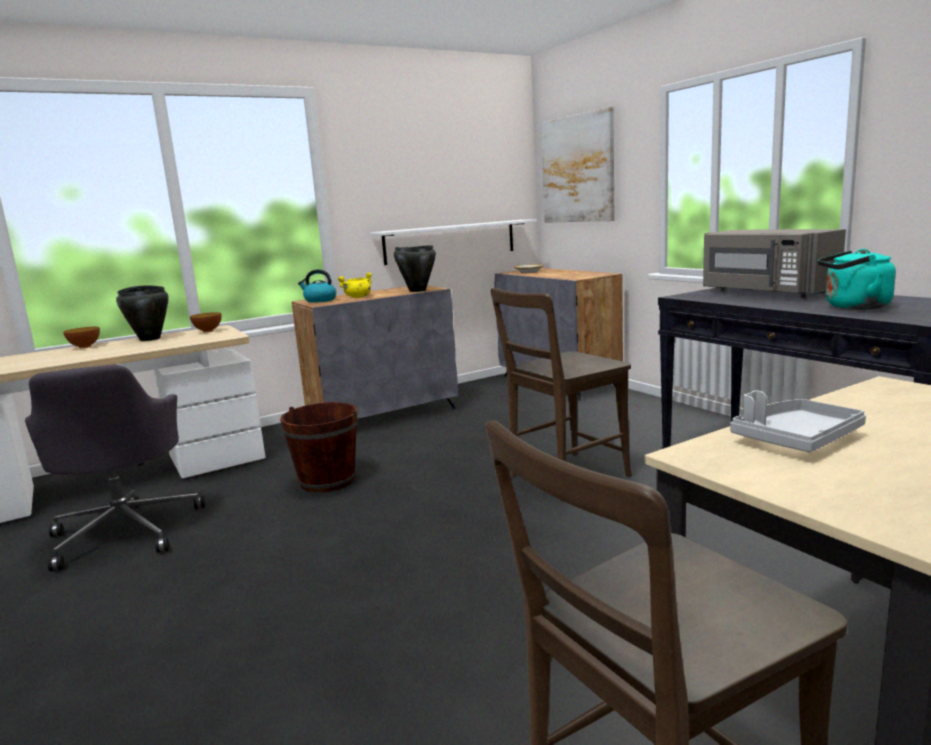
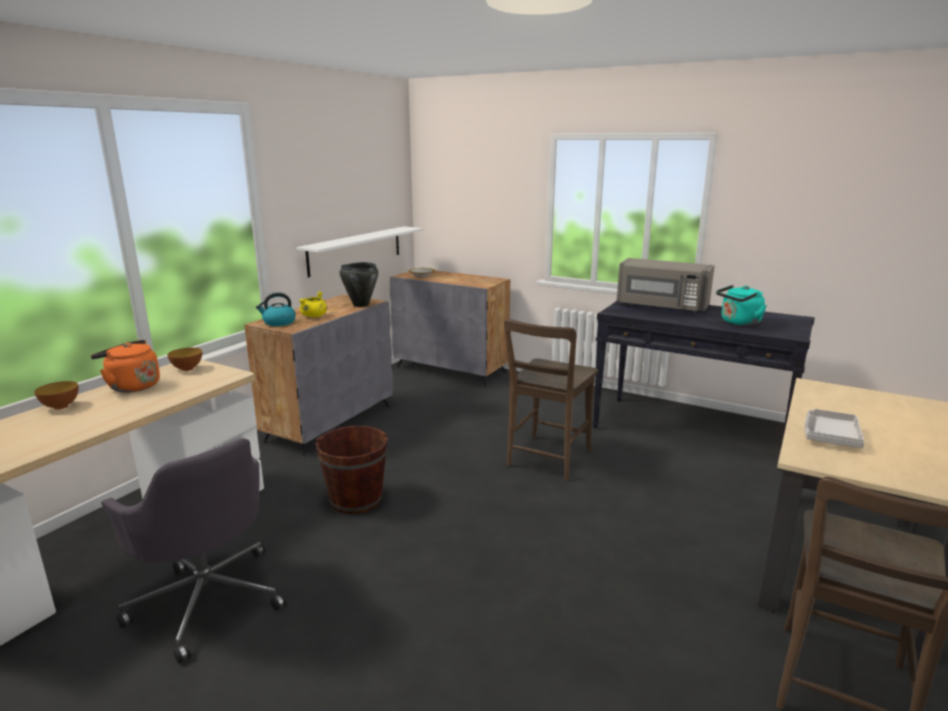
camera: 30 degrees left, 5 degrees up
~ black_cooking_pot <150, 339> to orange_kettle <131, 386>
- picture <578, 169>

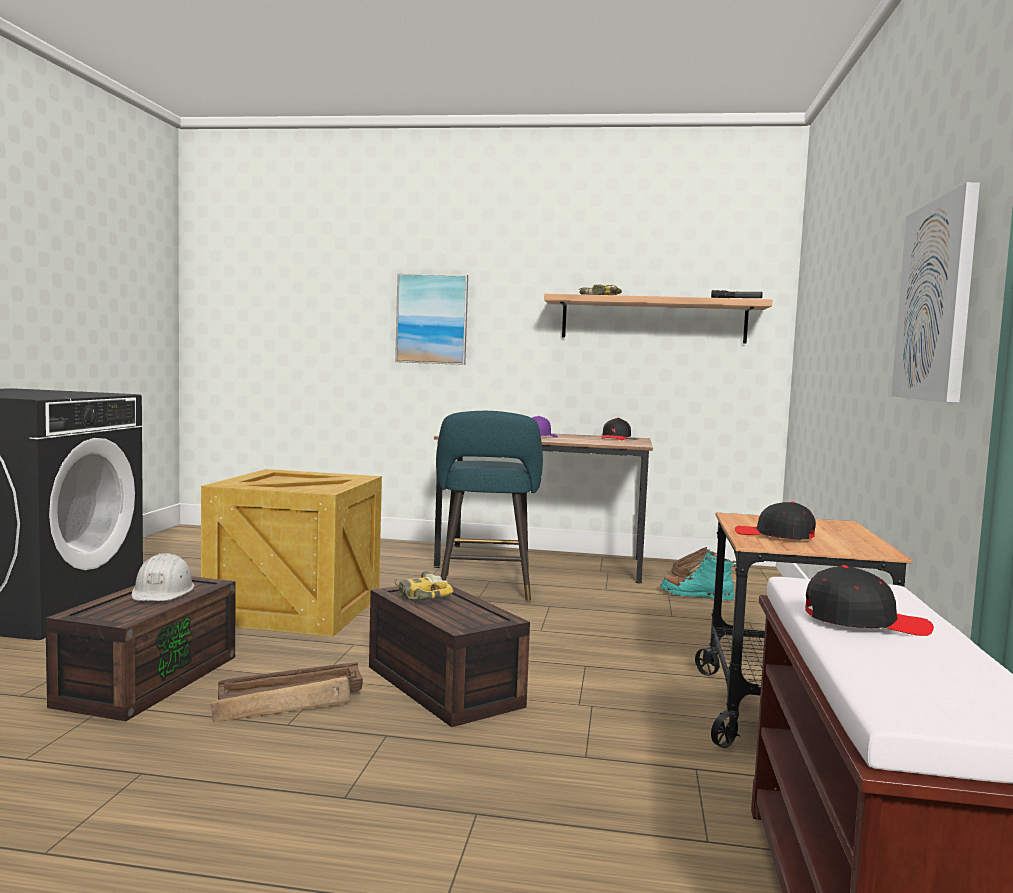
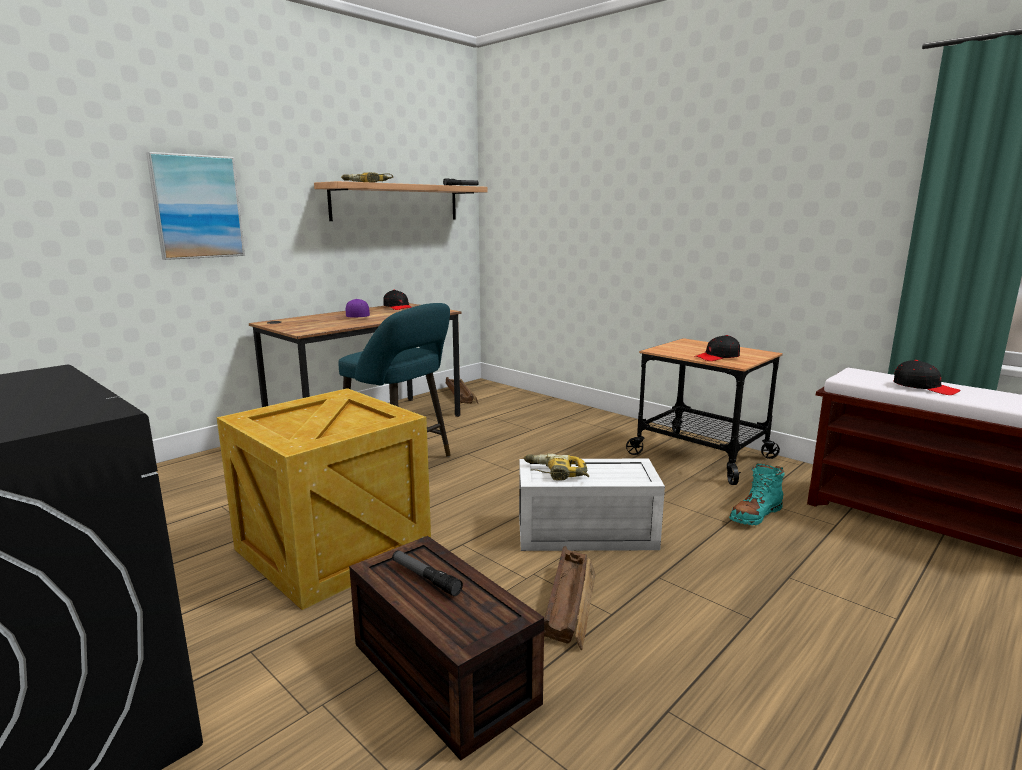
camera: 55 degrees left, 10 degrees up
~ white_hard_hat <163, 591> to flashlight <425, 578>
~ brown_storage_box <439, 685> to white_storage_box <584, 534>
~ turquoise_boot <696, 596> to <755, 515>
~ black_cap <864, 622> = <924, 387> 90 degrees clockwise
- picture <936, 301>

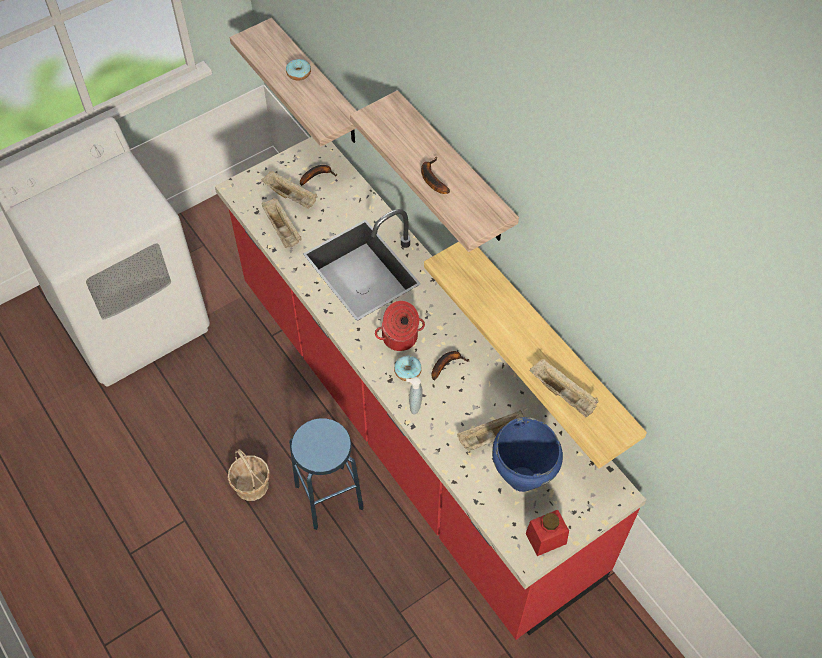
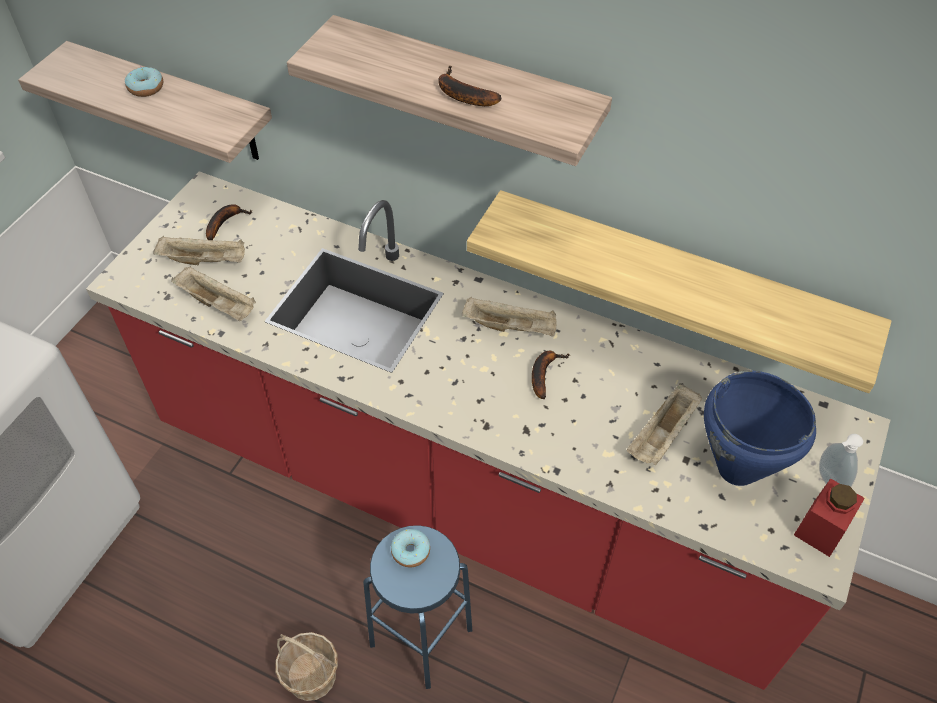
camera: 30 degrees left, 5 degrees down
- cooking_pot <400, 338>
~ donut <407, 371> to <410, 551>
~ soap_dispenser <414, 405> to <828, 481>
~ beige_tray <563, 394> to <511, 327>

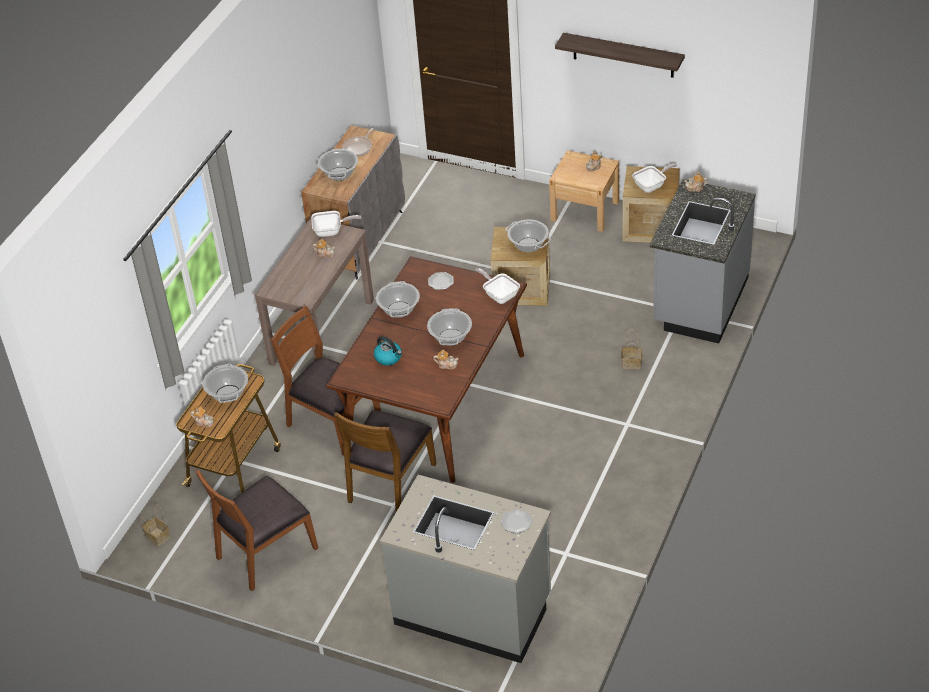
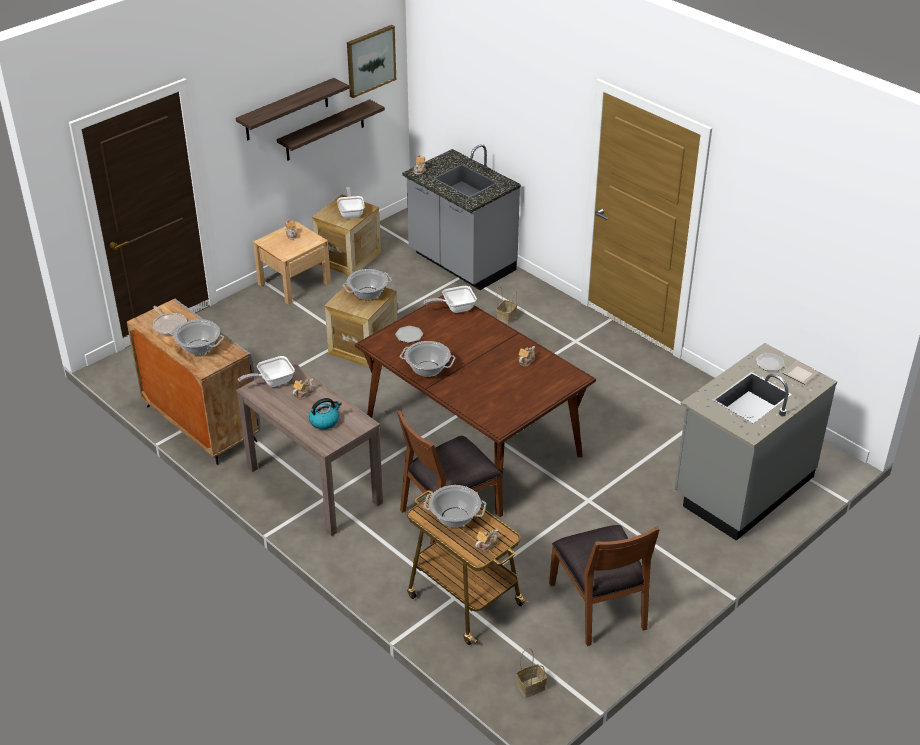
camera: 70 degrees left, 5 degrees down
~ frying_pan <331, 231> = <272, 381> 135 degrees counterclockwise
- brown_chair <390, 482>
~ kettle <389, 358> to <324, 421>
- cooking_pot <450, 337>
+ shelf <325, 131>
+ picture <370, 60>
+ plate <801, 374>

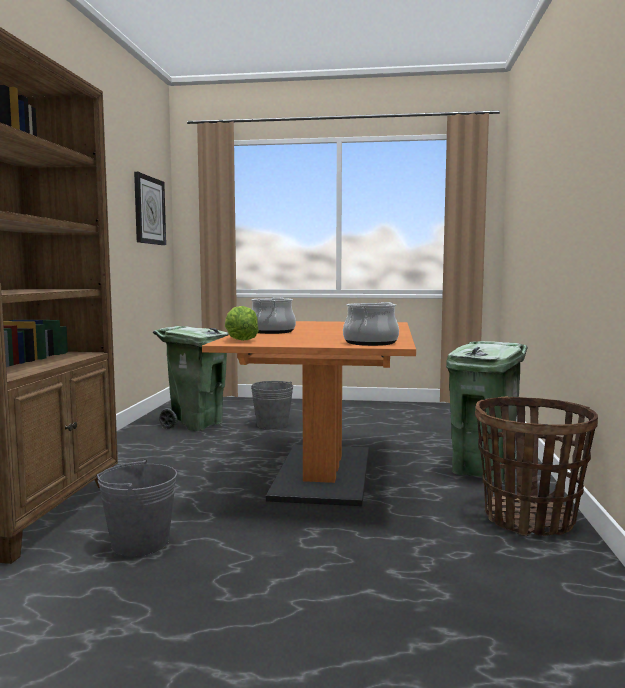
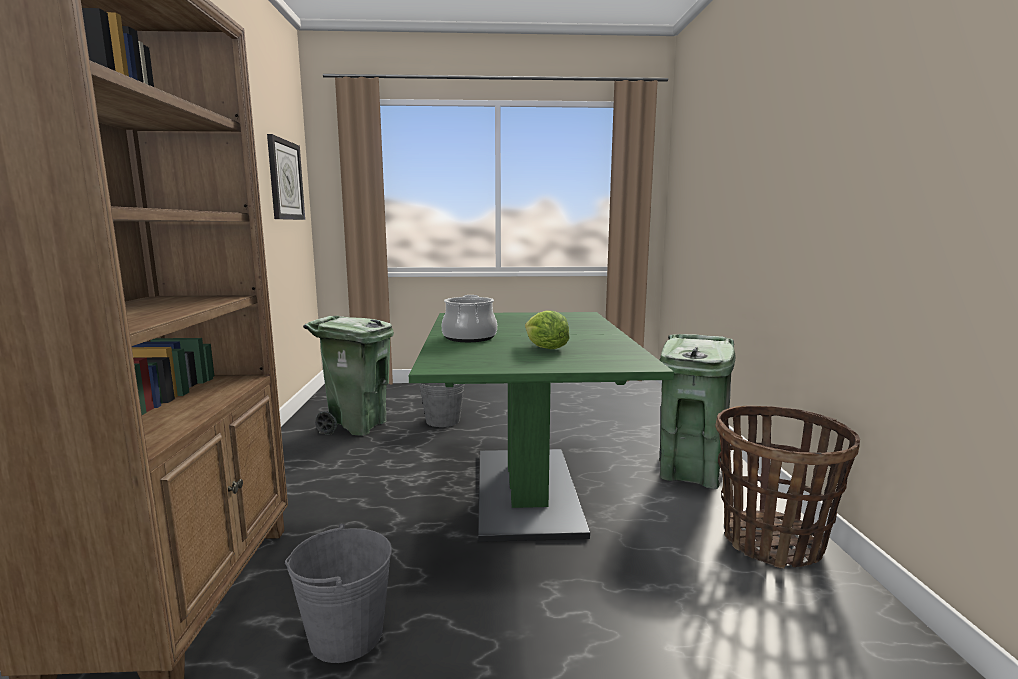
camera: 10 degrees left, 5 degrees up
~ orange_dining_table <323, 473> to green_dining_table <526, 491>
~ lettuce <240, 340> to <545, 348>
- cooking_pot <370, 343>

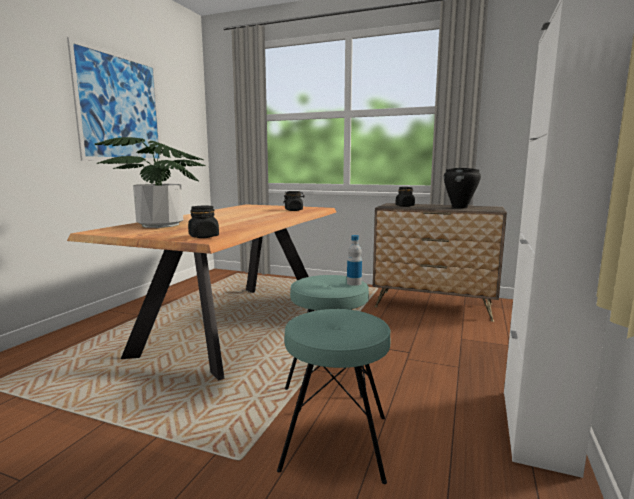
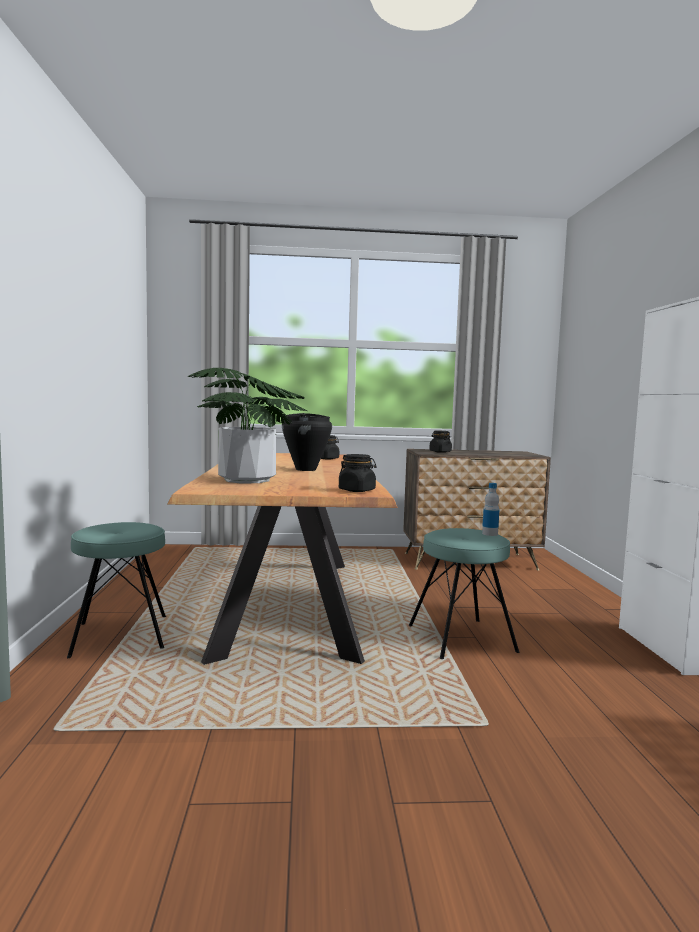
camera: 25 degrees left, 5 degrees down
- picture <120, 108>
~ turquoise_stool <335, 442> to <120, 636>
~ black_cooking_pot <460, 207> to <306, 469>

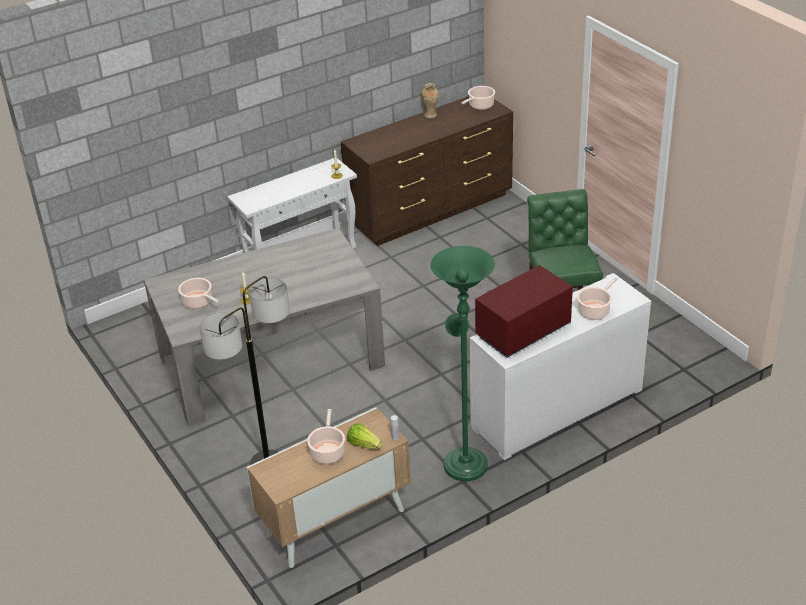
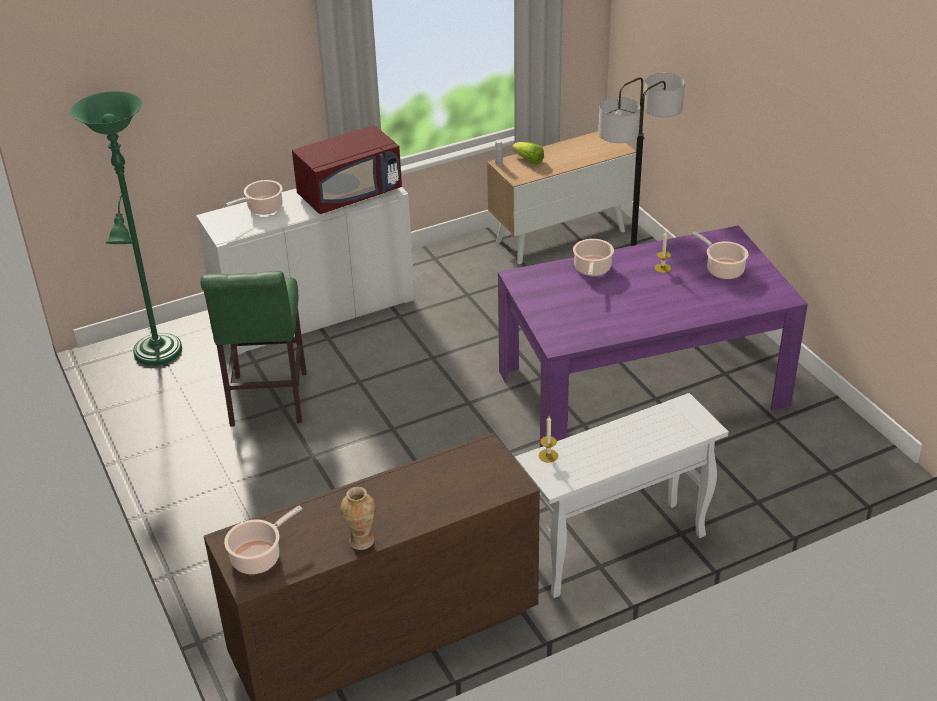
camera: 175 degrees left, 0 degrees up
~ grey_dining_table <271, 361> to purple_dining_table <641, 388>
~ cooking_pot <328, 452> to <592, 269>
~ green_floor_lamp <464, 461> to <157, 355>

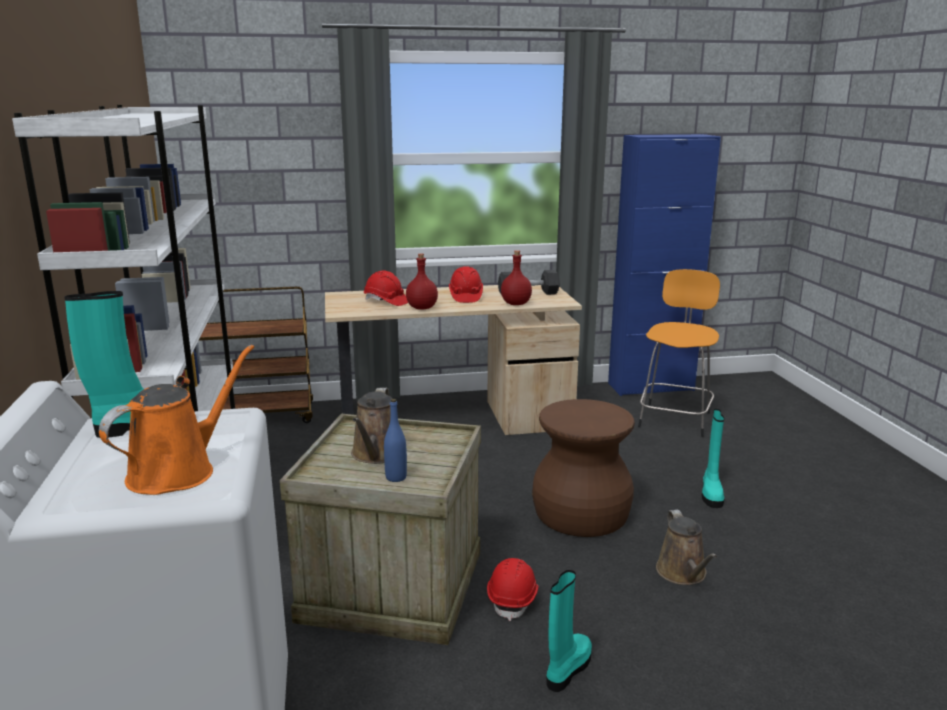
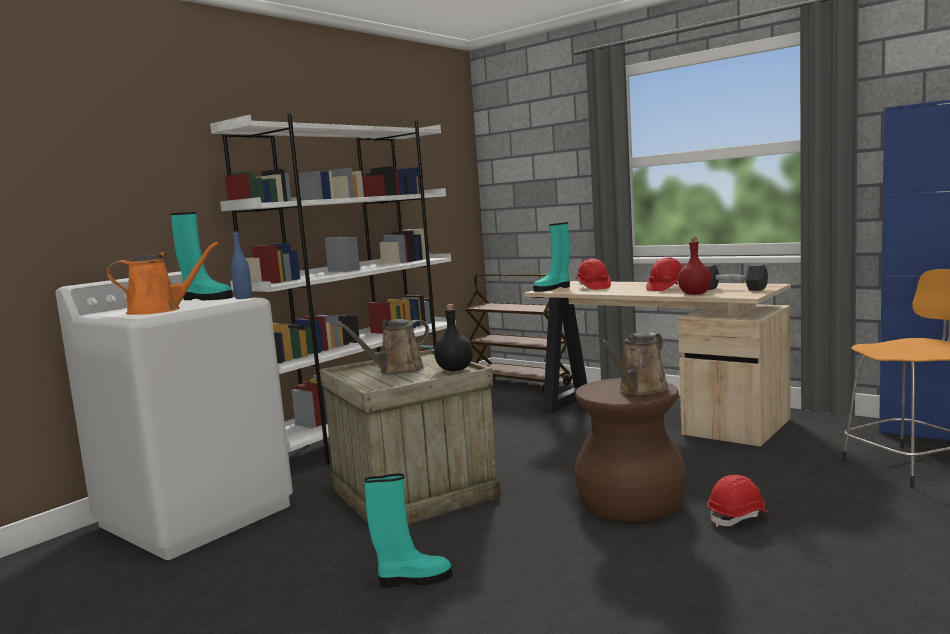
camera: 50 degrees right, 10 degrees down
~ blue_bottle <396, 477> to <243, 298>
- red_bottle <422, 308>
~ red_hard_hat <513, 599> to <738, 517>
~ brown_watering_can <683, 573> to <640, 390>
~ turquoise_boot <711, 493> to <553, 288>
+ black_bottle <455, 370>

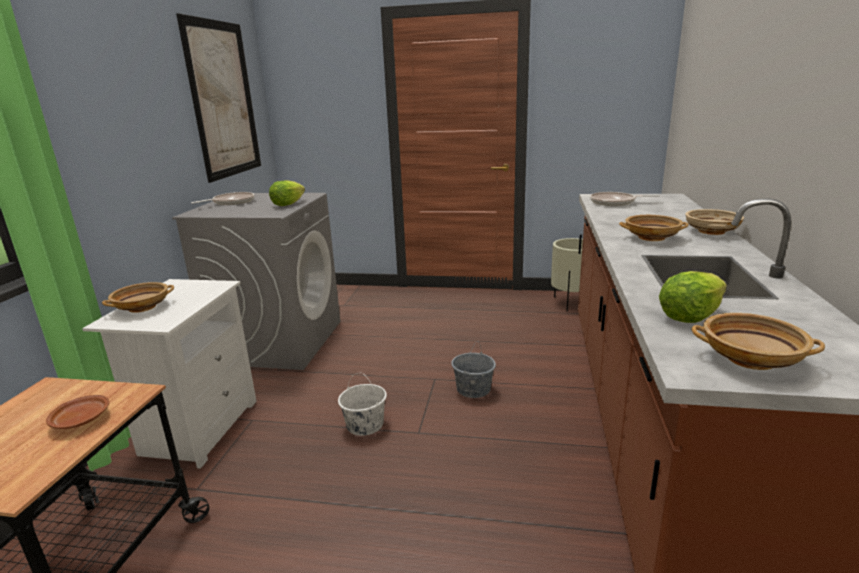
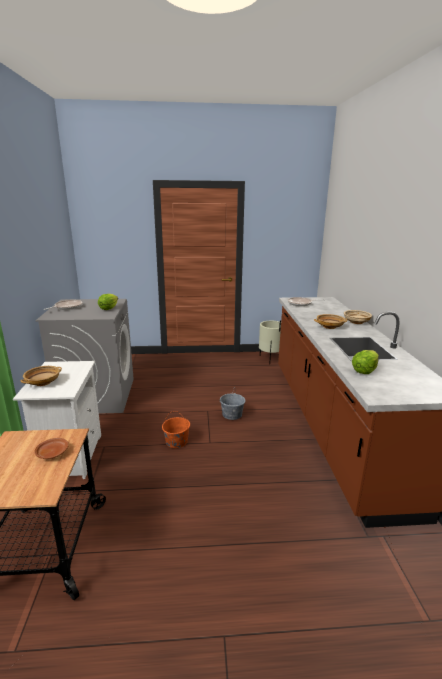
camera: 15 degrees left, 0 degrees up
- picture <223, 100>
~ white_bucket <364, 424> to orange_bucket <176, 441>
- beige_bowl <751, 359>

